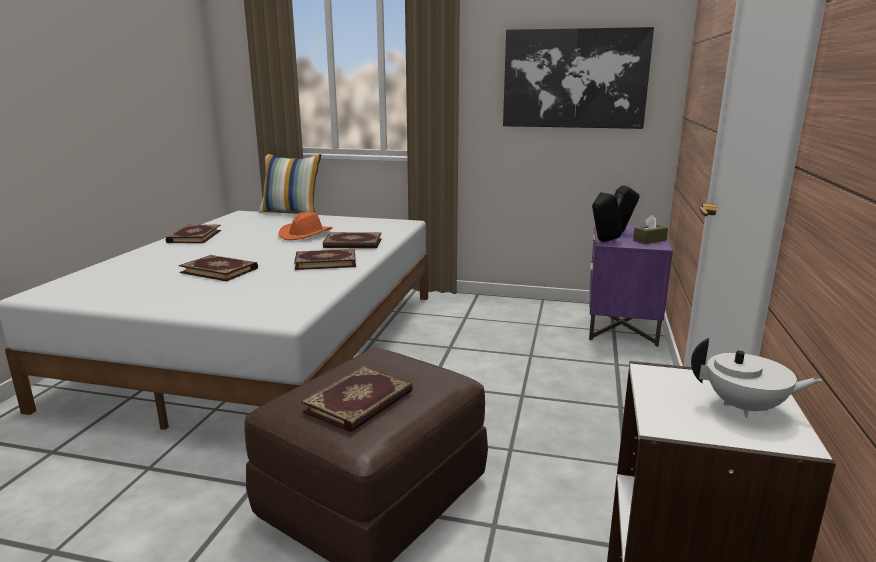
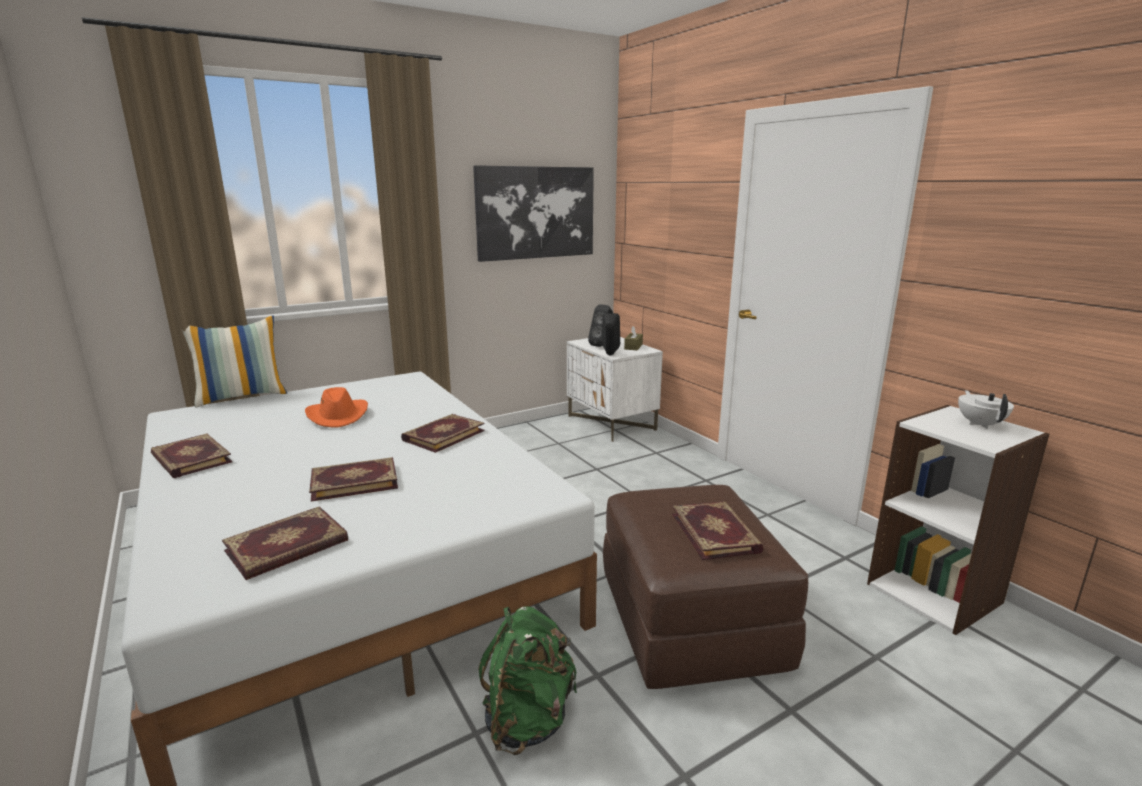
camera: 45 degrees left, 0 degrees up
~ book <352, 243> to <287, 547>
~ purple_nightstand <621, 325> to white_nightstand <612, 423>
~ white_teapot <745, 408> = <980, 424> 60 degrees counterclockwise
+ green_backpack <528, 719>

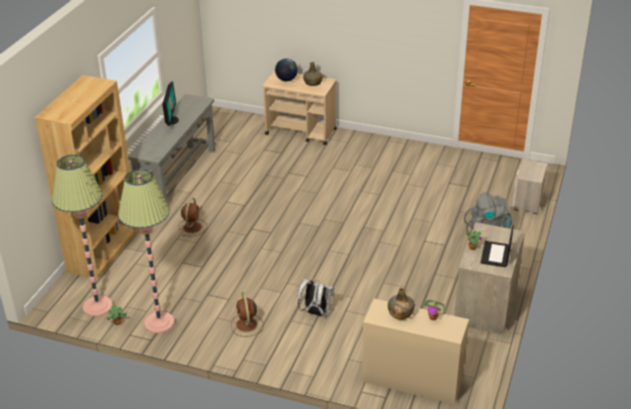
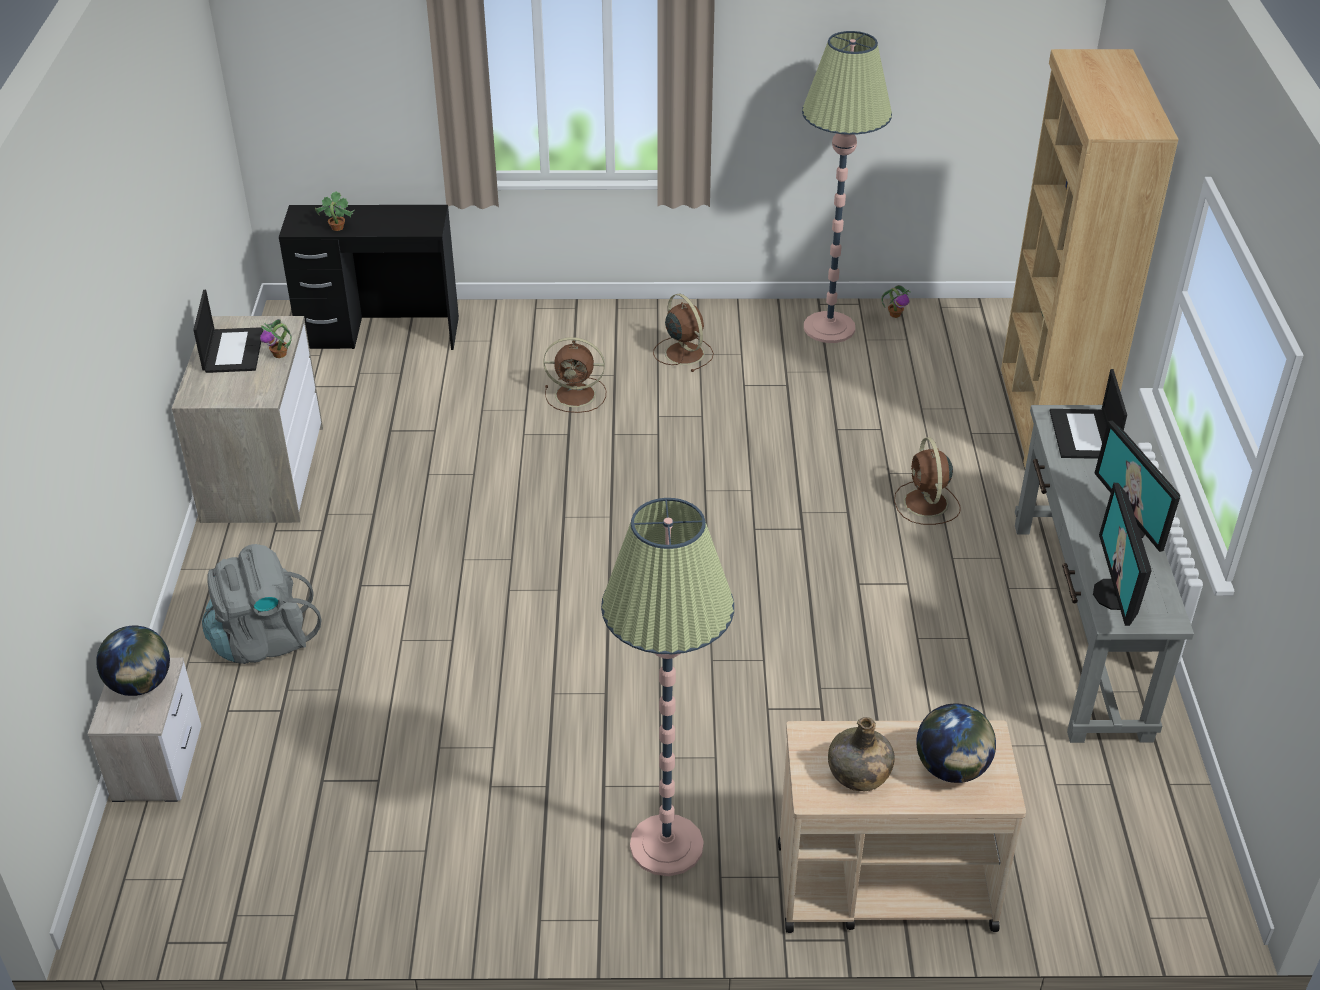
camera: 160 degrees right, 5 degrees up
~ floor_lamp <97, 306> to <666, 845>
~ white_backpack <315, 313> to brown_fan <577, 395>
~ beige_desk <411, 380> to black_desk <380, 332>
- green_bottle <400, 313>
+ globe <140, 684>
+ laptop <1084, 435>
+ monitor <1114, 594>

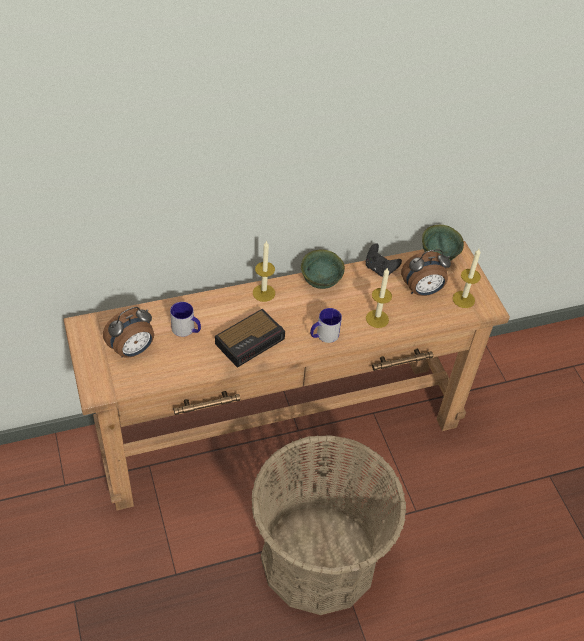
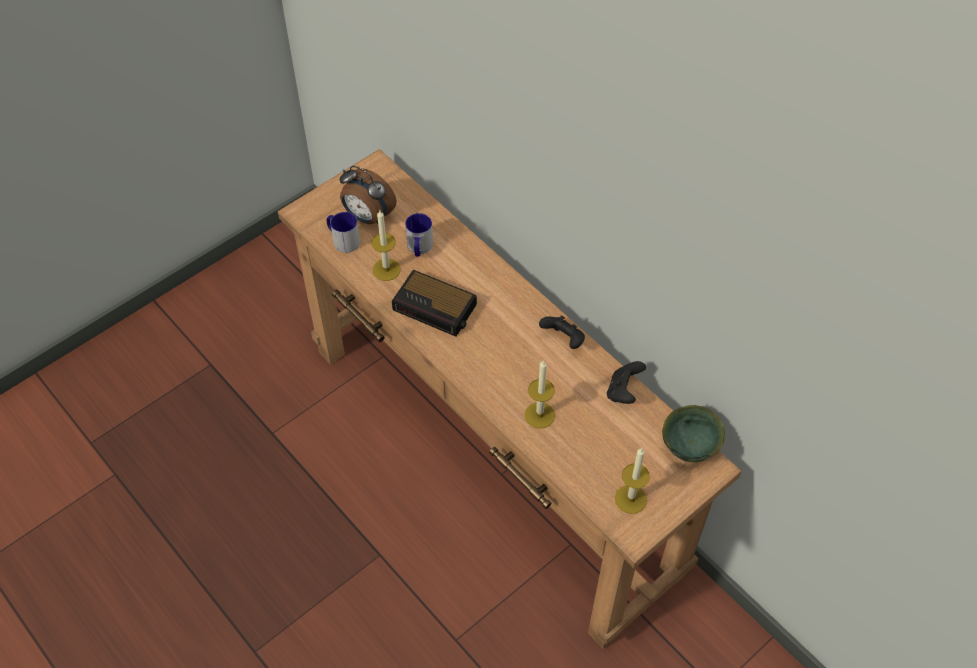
camera: 70 degrees right, 5 degrees up
- basket <318, 558>
~ candle <263, 293> to <386, 269>
~ green_bowl <321, 282> to black_game_controller <563, 340>
~ mug <323, 335> to <342, 240>
- alarm_clock <422, 291>

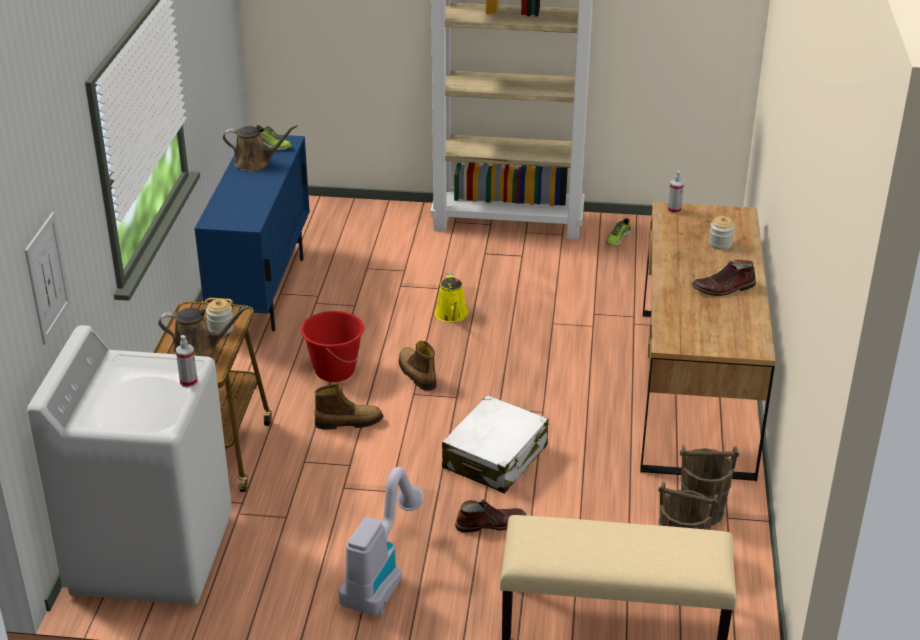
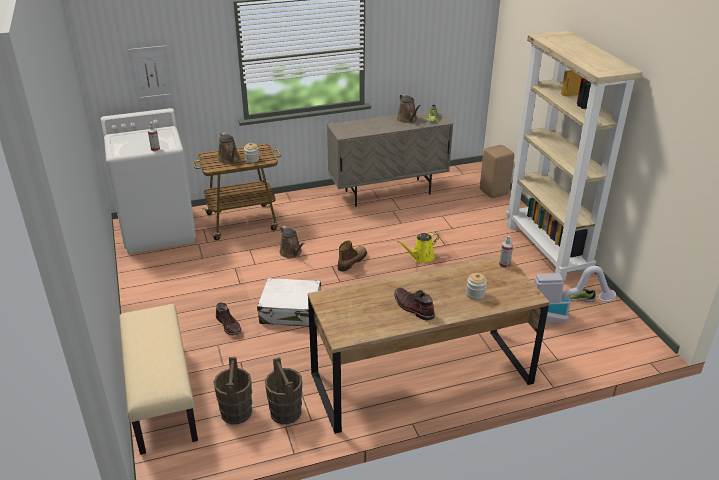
camera: 65 degrees right, 0 degrees up
~ blue_cabinet <262, 292> to beige_cabinet <388, 192>
- red_bucket <334, 371>
~ boot <349, 422> to brown_watering_can <291, 253>
~ vacuum_cleaner <381, 575> to <561, 316>
+ beige_stool <494, 192>

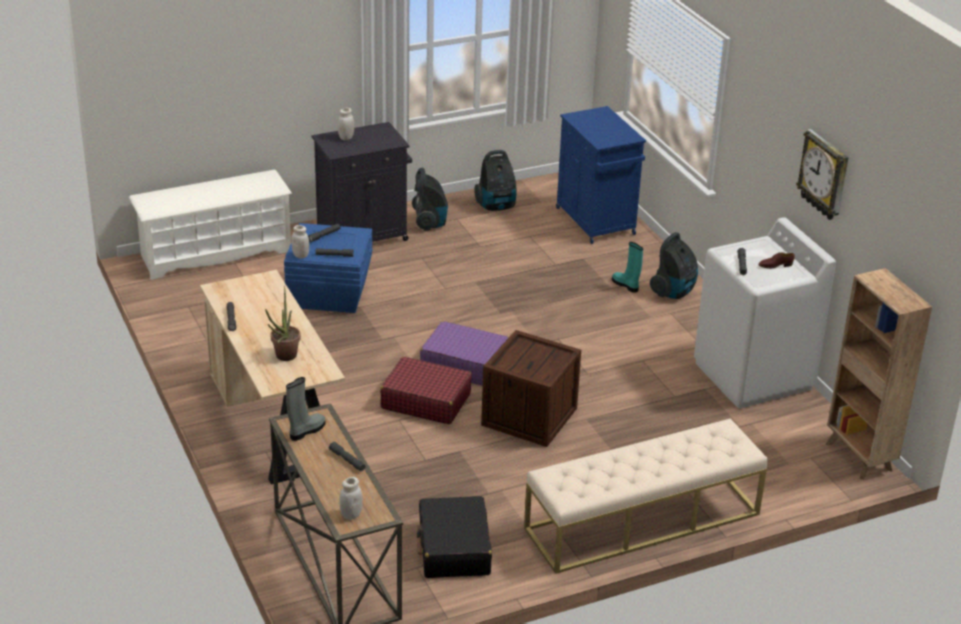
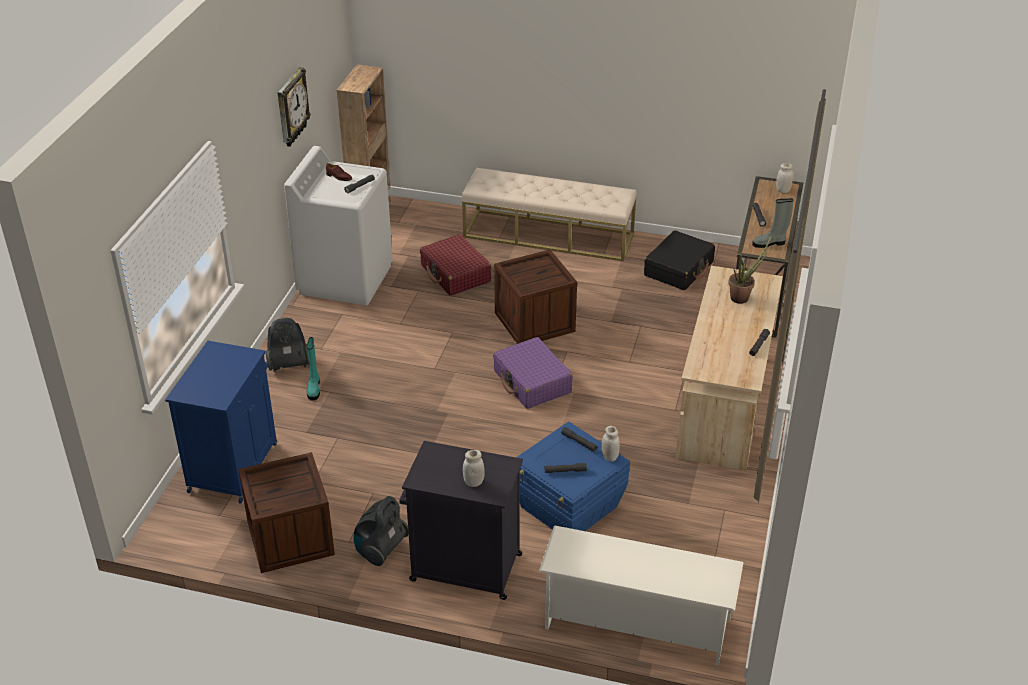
camera: 140 degrees left, 5 degrees up
~ red_suitcase <425, 401> to <455, 274>
~ vacuum_cleaner <496, 206> to crate <290, 537>

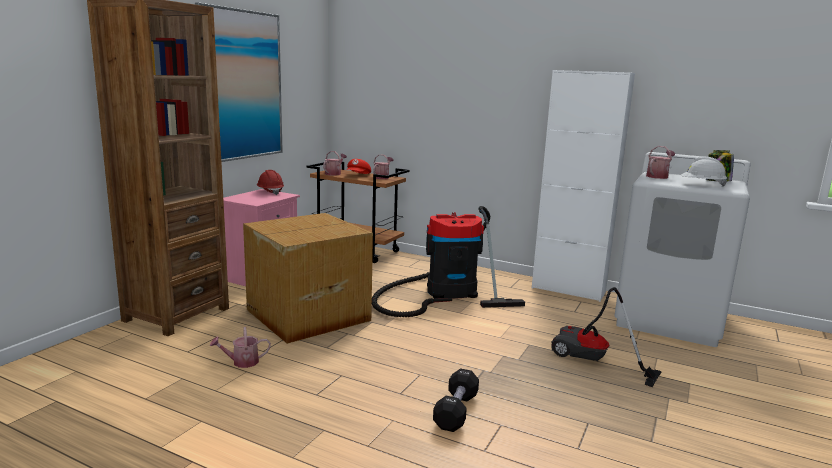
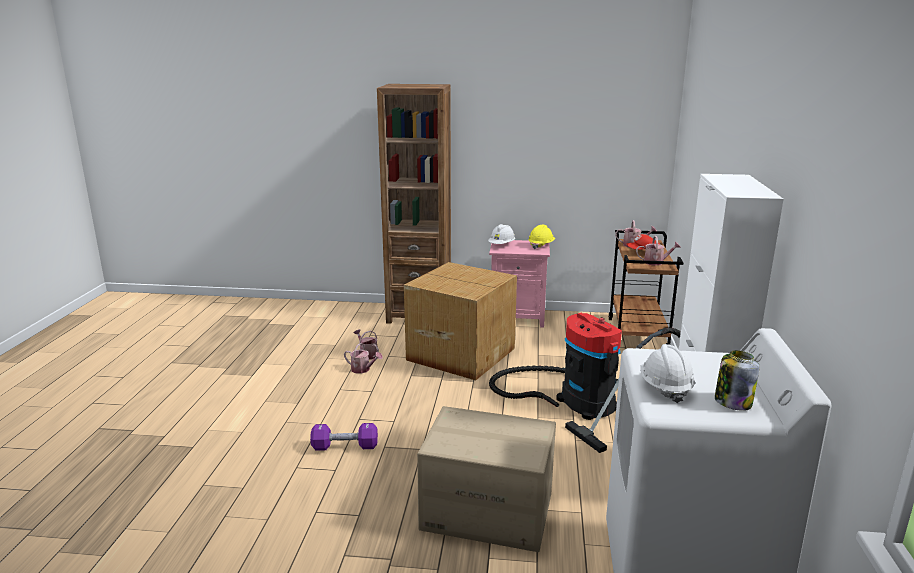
camera: 70 degrees right, 5 degrees up
- picture <241, 85>
~ red_hard_hat <270, 192> to yellow_hard_hat <541, 245>
~ black_dumbbell <456, 411> to purple_dumbbell <345, 447>
~ vacuum_cleaner <592, 361> to cardboard_box <487, 511>
~ watering_can <658, 176> to <363, 369>
+ white_hard_hat <501, 245>

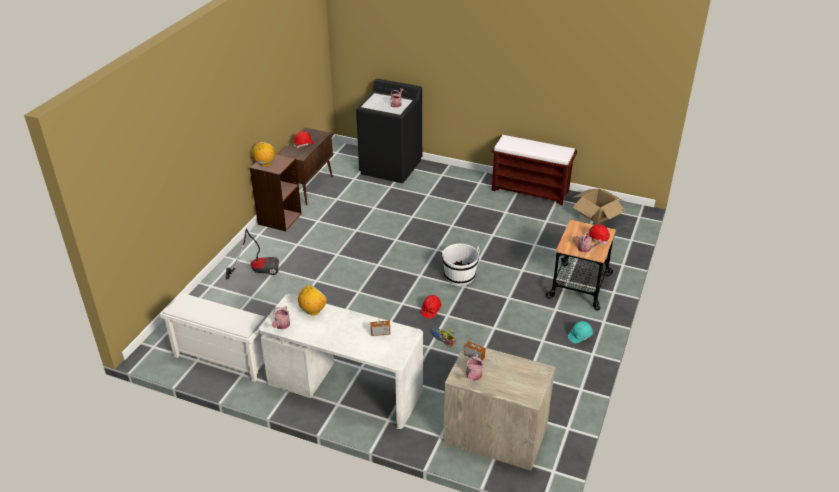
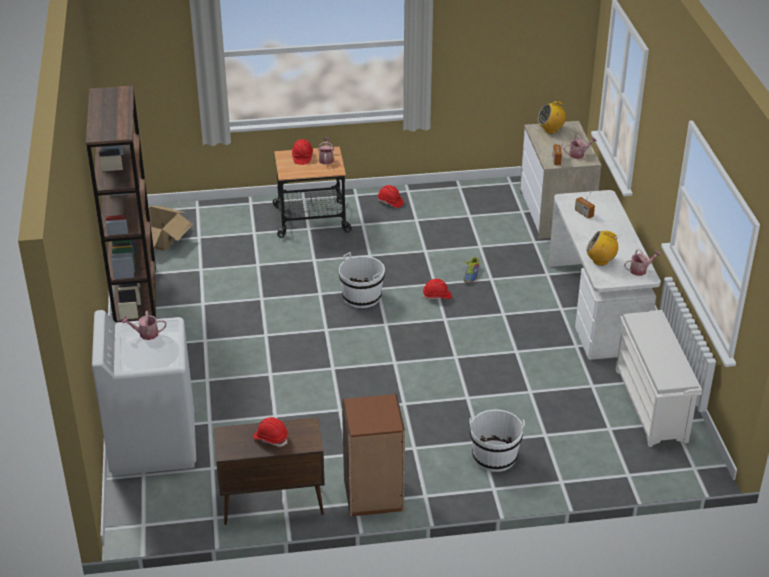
camera: 120 degrees left, 0 degrees up
~ vacuum_cleaner <258, 270> to white_bucket <494, 456>
~ radio <265, 164> to <550, 130>
~ black_washing_machine <391, 167> to white_washing_machine <152, 443>
~ brown_bench <531, 191> to brown_bookcase <136, 298>
~ turquoise_hard_hat <580, 336> to red_hard_hat <390, 202>

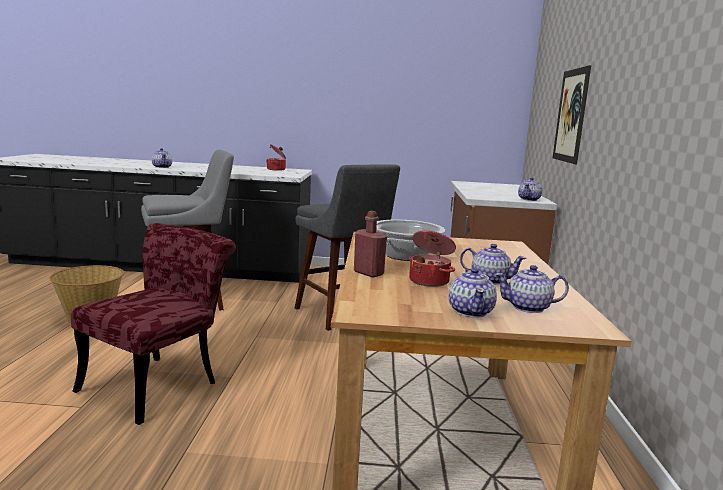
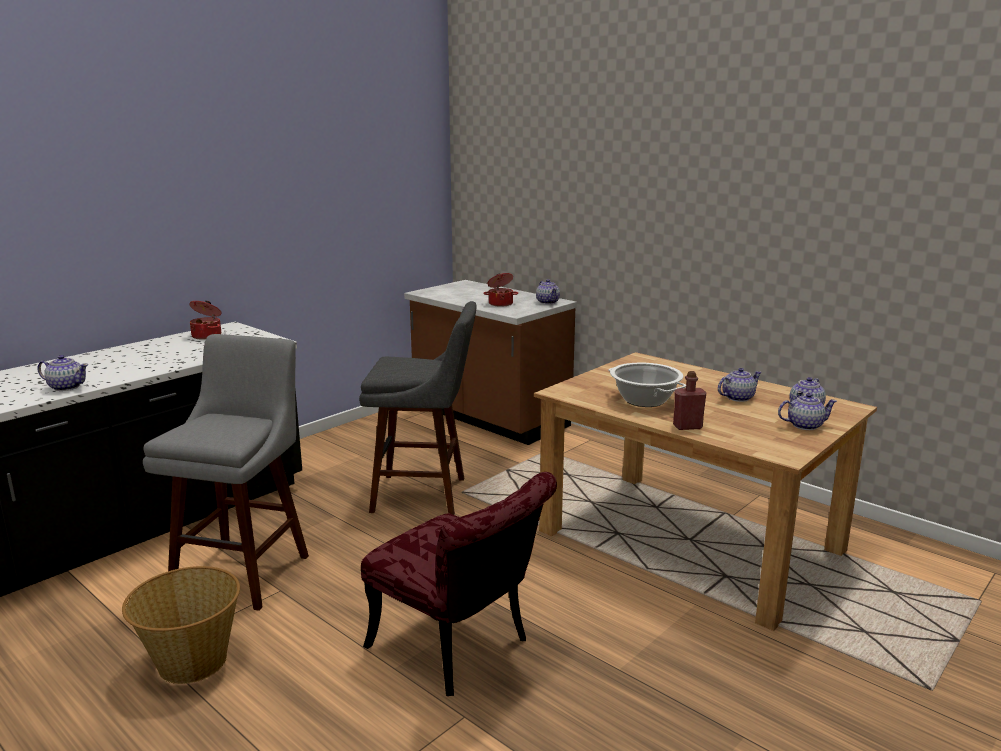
camera: 50 degrees left, 5 degrees up
~ red_chair <160, 382> = <460, 650> 150 degrees clockwise
~ cooking_pot <430, 281> to <500, 303>
~ teapot <471, 311> = <804, 425> 45 degrees counterclockwise
- picture <571, 115>

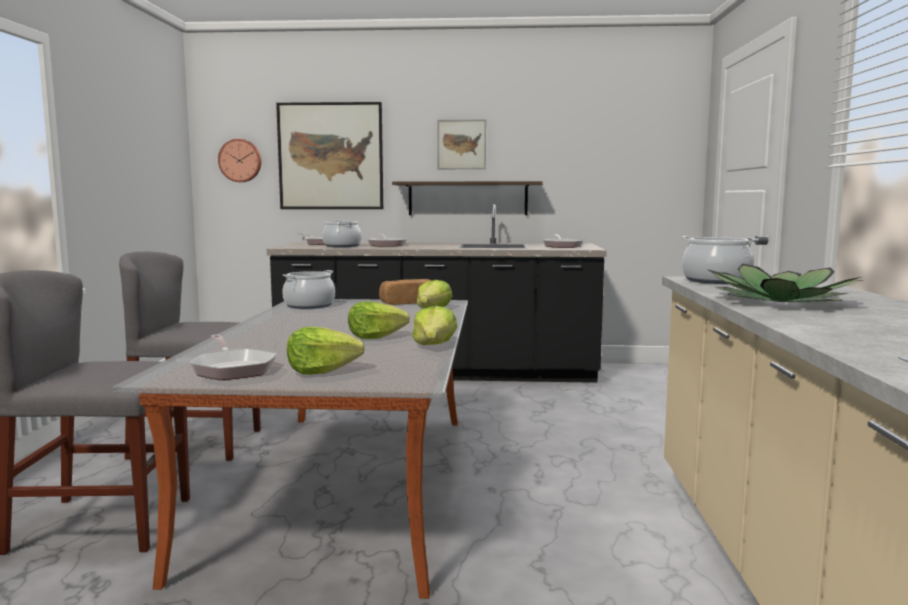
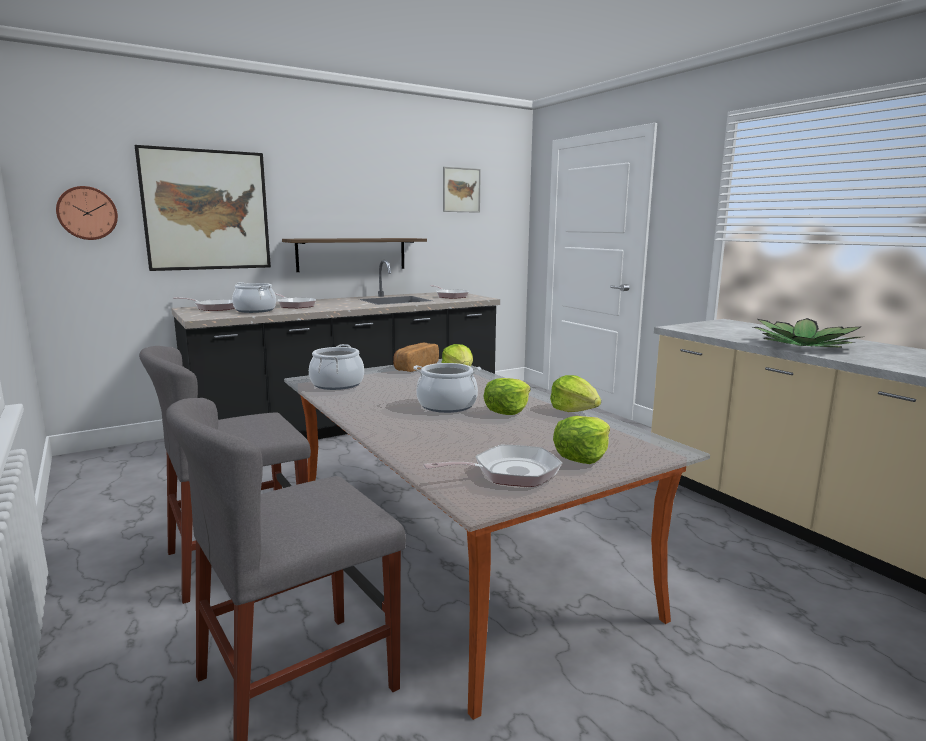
camera: 35 degrees left, 5 degrees up
~ frying_pan <233, 369> = <509, 473> 45 degrees counterclockwise
~ picture <461, 144> to <461, 190>
~ cooking_pot <716, 281> to <447, 405>

